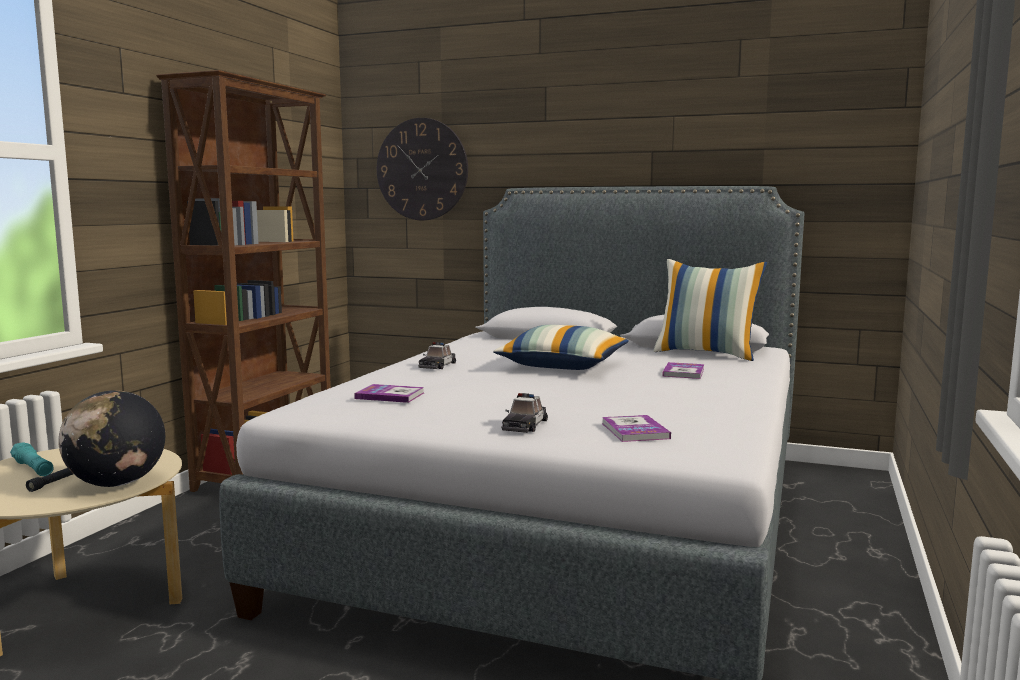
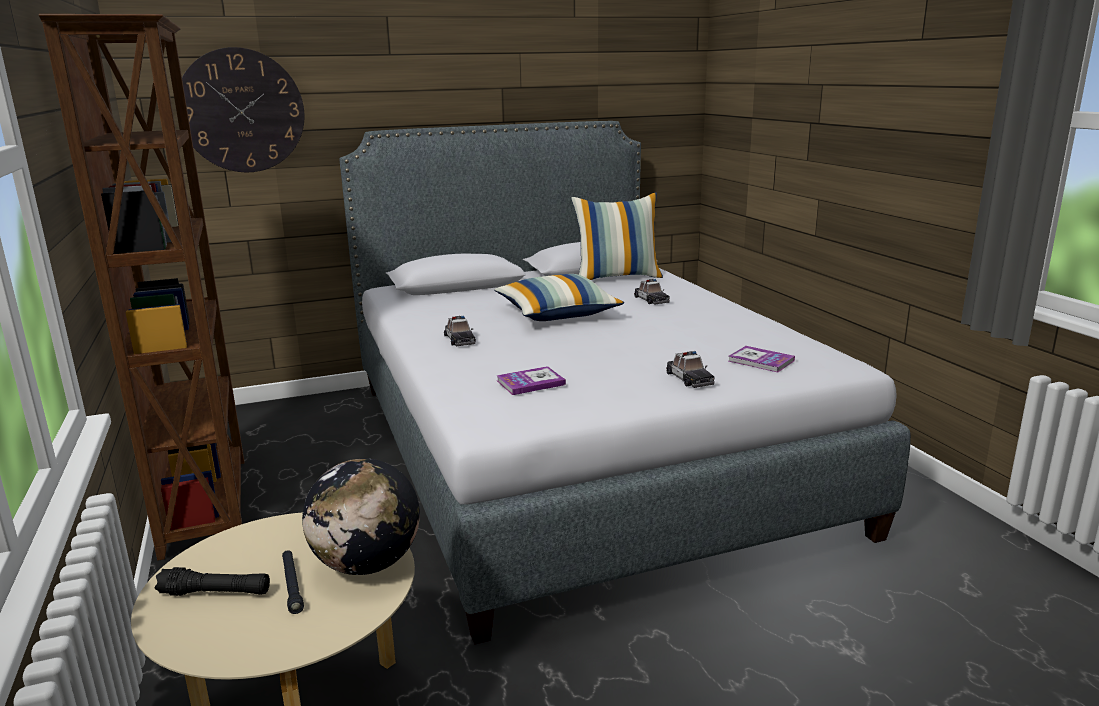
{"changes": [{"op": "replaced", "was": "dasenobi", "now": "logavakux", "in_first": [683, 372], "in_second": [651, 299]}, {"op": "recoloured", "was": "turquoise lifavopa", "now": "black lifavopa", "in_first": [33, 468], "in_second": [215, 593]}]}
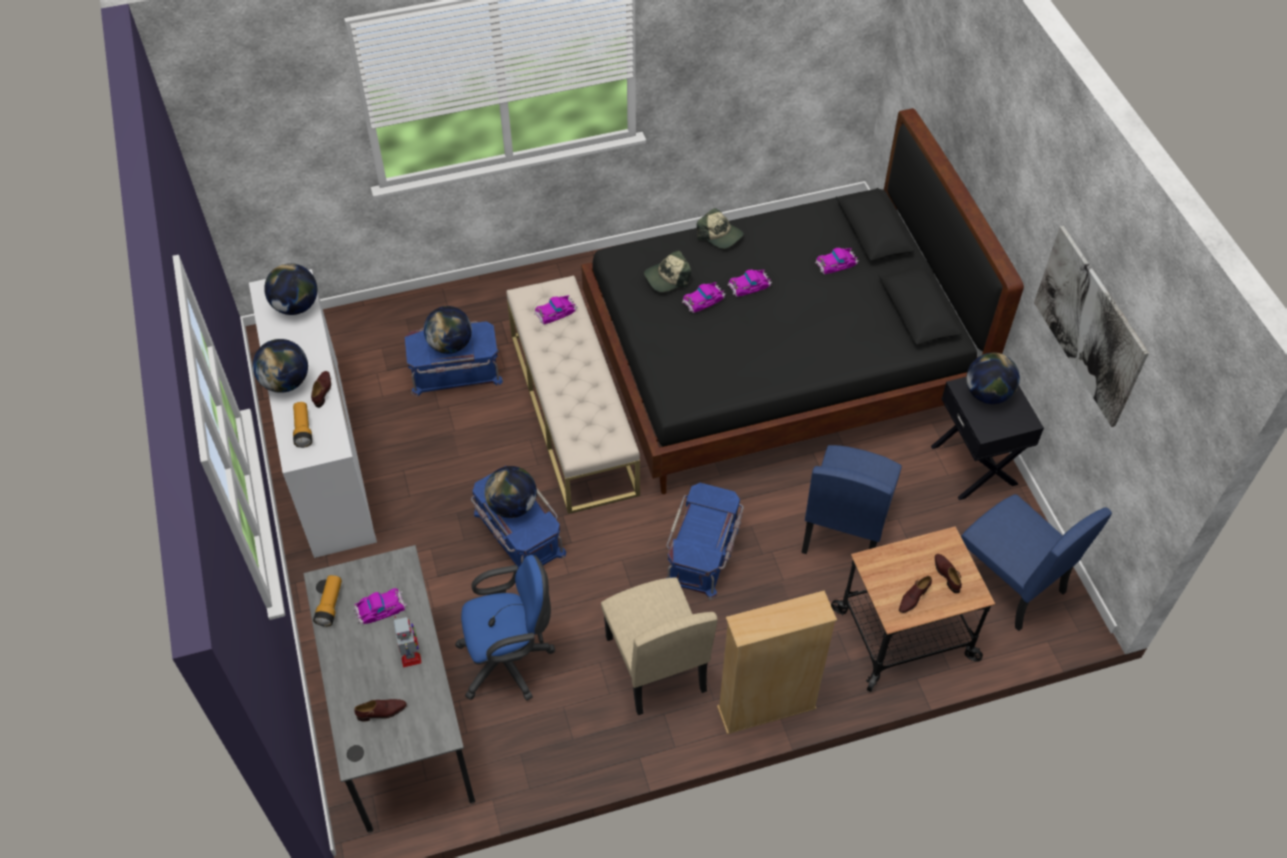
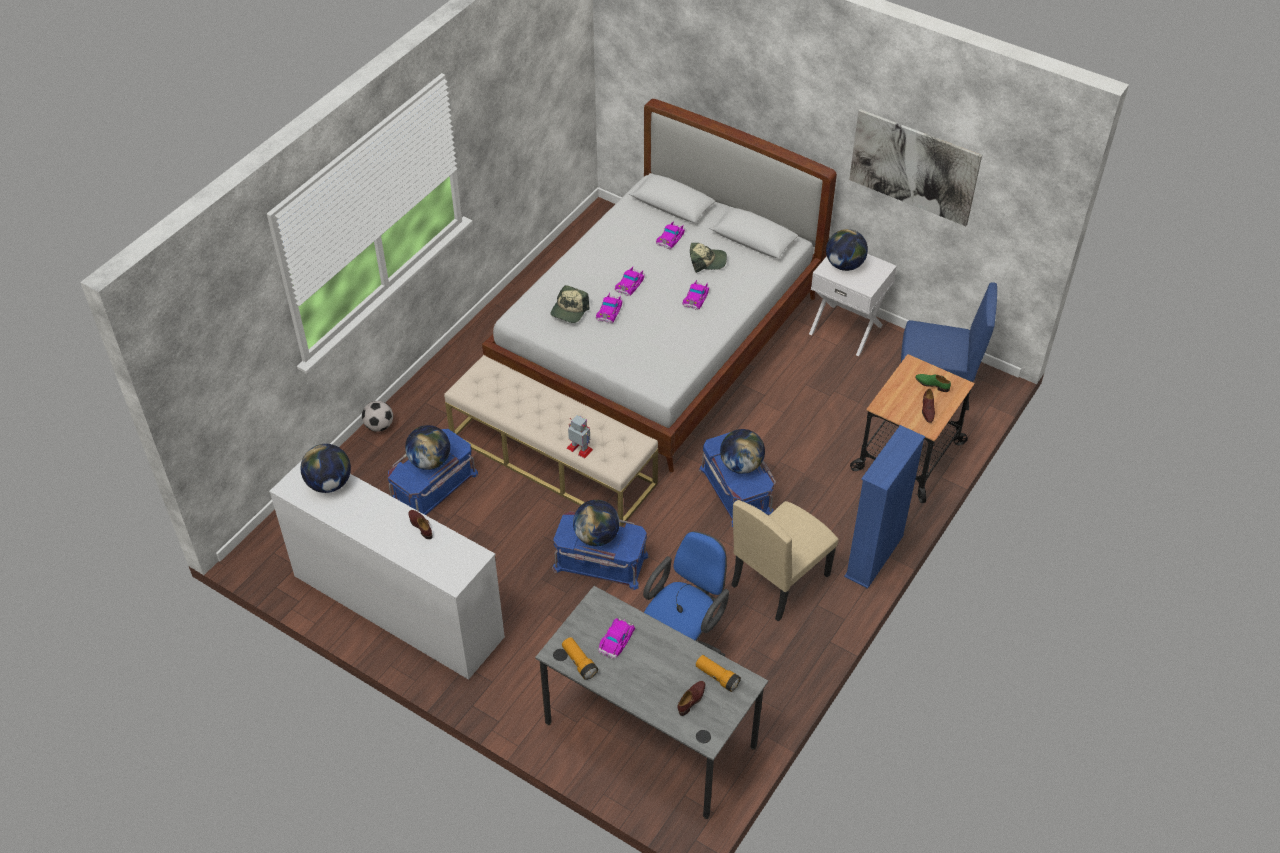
{"changes": [{"op": "recoloured", "was": "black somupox", "now": "white somupox", "in_first": [777, 364], "in_second": [660, 342]}, {"op": "moved", "was": "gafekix", "in_first": [720, 235], "in_second": [707, 261]}, {"op": "moved", "was": "logavakux", "in_first": [555, 311], "in_second": [696, 297]}, {"op": "moved", "was": "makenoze", "in_first": [286, 382], "in_second": [741, 465]}, {"op": "recoloured", "was": "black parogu", "now": "white parogu", "in_first": [975, 464], "in_second": [846, 328]}, {"op": "moved", "was": "lifavopa", "in_first": [303, 429], "in_second": [717, 677]}, {"op": "removed", "was": "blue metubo", "in_first": [844, 527]}, {"op": "recoloured", "was": "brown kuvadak", "now": "green kuvadak", "in_first": [947, 574], "in_second": [932, 384]}, {"op": "turned", "was": "beige metubo", "in_first": [655, 664], "in_second": [779, 579], "clockwise": 105}, {"op": "recoloured", "was": "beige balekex", "now": "blue balekex", "in_first": [766, 708], "in_second": [874, 556]}, {"op": "moved", "was": "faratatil", "in_first": [410, 652], "in_second": [580, 449]}, {"op": "added", "now": "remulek", "in_second": [379, 426]}]}
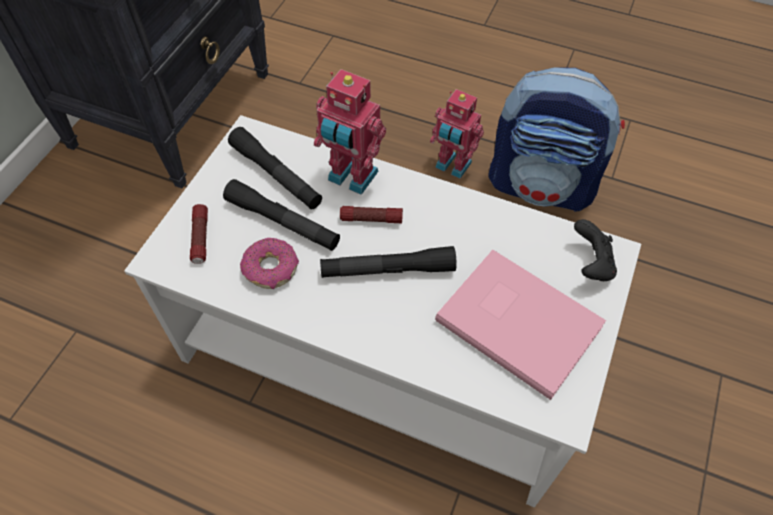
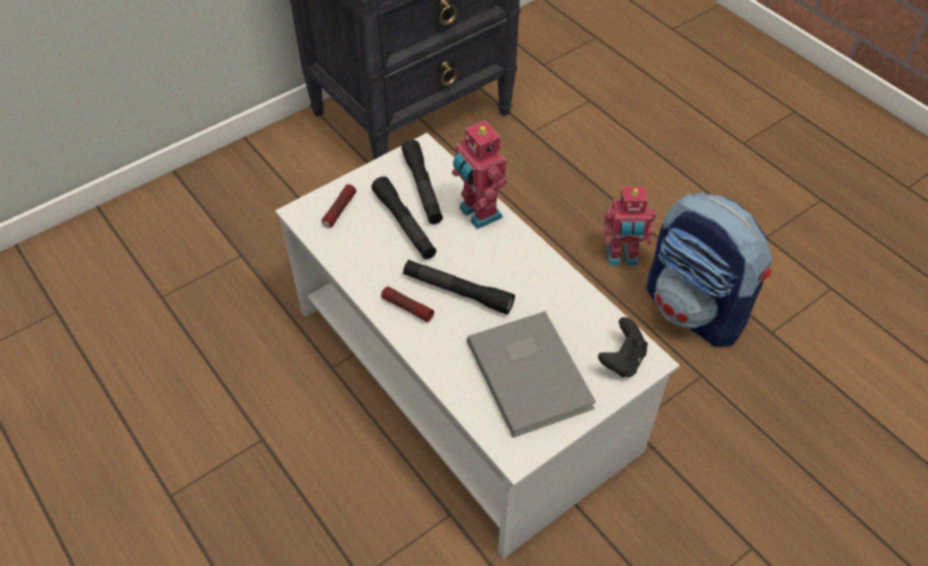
{"changes": [{"op": "turned", "was": "faratatil", "in_first": [452, 166], "in_second": [622, 258], "clockwise": -60}, {"op": "moved", "was": "lifavopa", "in_first": [371, 219], "in_second": [407, 308]}, {"op": "removed", "was": "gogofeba", "in_first": [271, 269]}, {"op": "recoloured", "was": "pink dasenobi", "now": "grey dasenobi", "in_first": [518, 320], "in_second": [531, 372]}]}
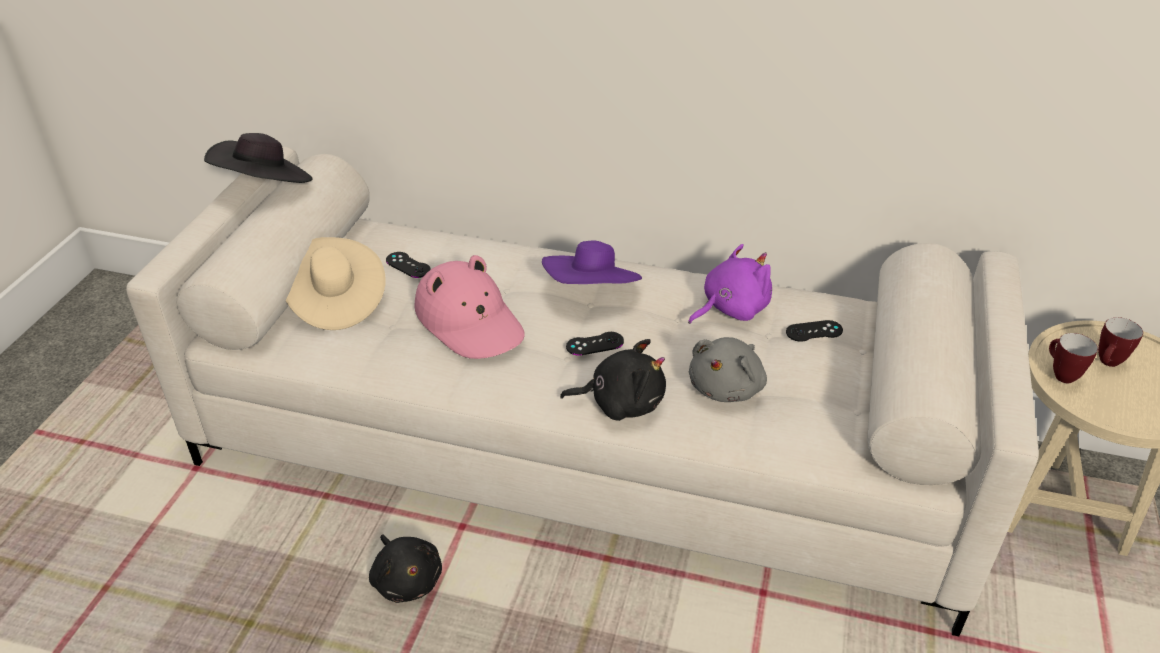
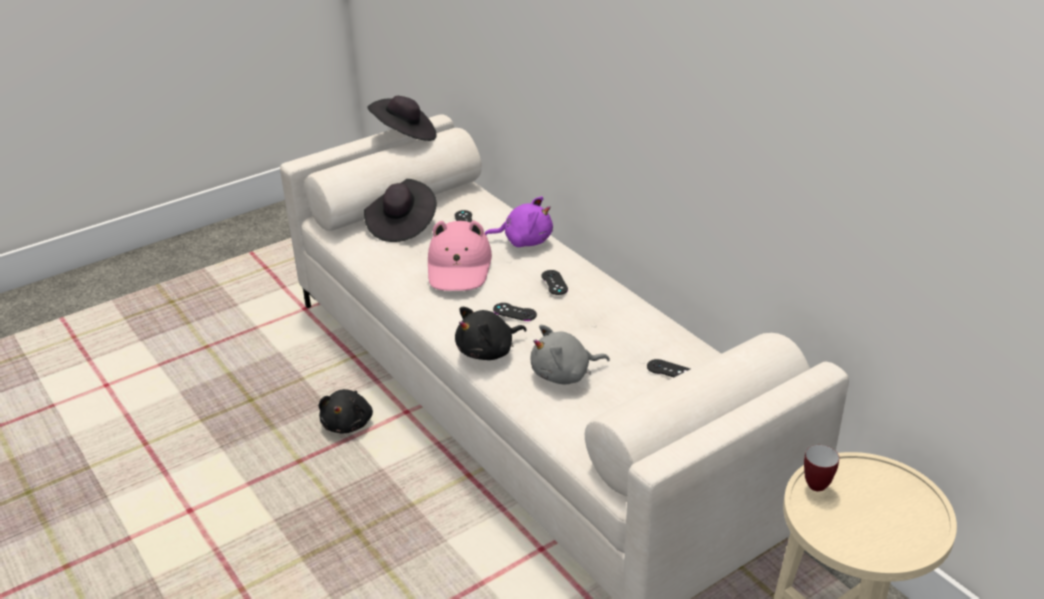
{"changes": [{"op": "recoloured", "was": "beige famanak", "now": "black famanak", "in_first": [336, 301], "in_second": [401, 225]}, {"op": "replaced", "was": "purple famanak", "now": "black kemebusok", "in_first": [592, 292], "in_second": [554, 282]}, {"op": "moved", "was": "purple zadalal", "in_first": [731, 308], "in_second": [524, 240]}, {"op": "removed", "was": "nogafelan", "in_first": [1107, 364]}, {"op": "turned", "was": "black zadalal", "in_first": [621, 402], "in_second": [488, 351], "clockwise": 105}]}
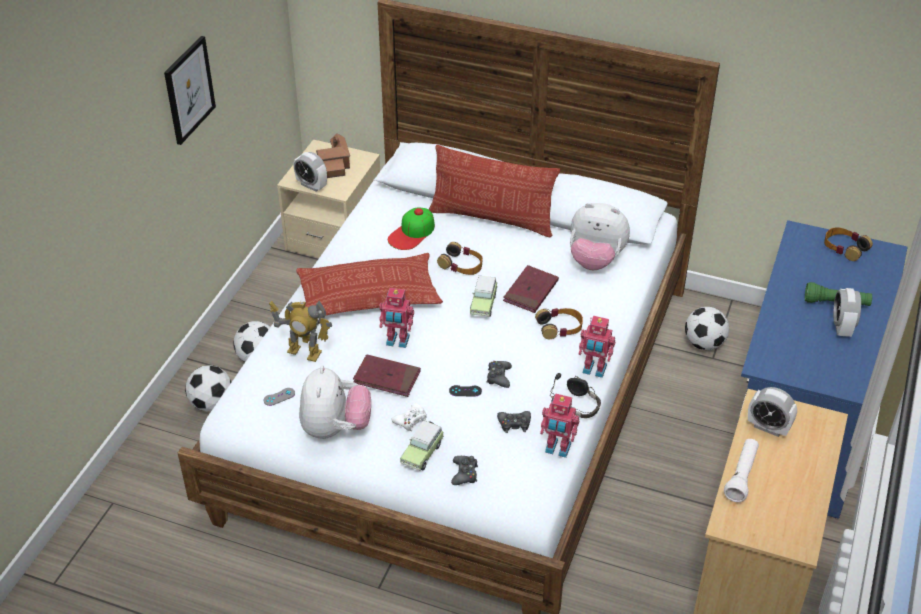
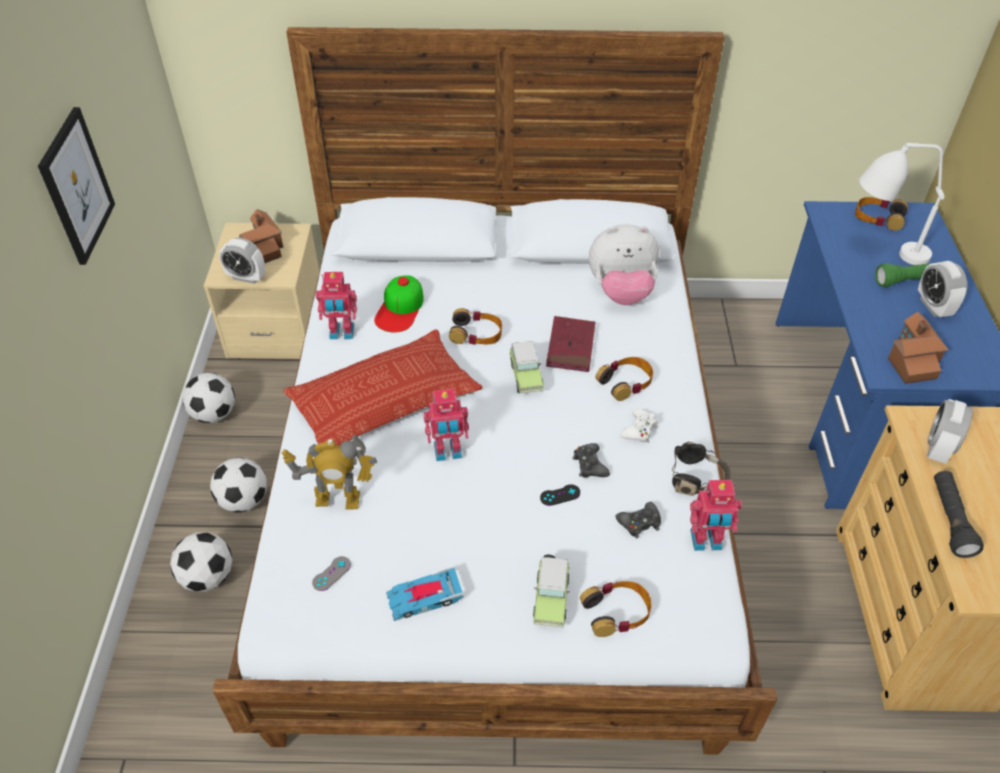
{"changes": [{"op": "removed", "was": "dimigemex", "in_first": [492, 218]}, {"op": "moved", "was": "remulek", "in_first": [704, 344], "in_second": [214, 414]}, {"op": "moved", "was": "faratatil", "in_first": [594, 370], "in_second": [341, 333]}, {"op": "removed", "was": "red dasenobi", "in_first": [387, 378]}, {"op": "replaced", "was": "zadalal", "now": "logavakux", "in_first": [335, 428], "in_second": [424, 597]}, {"op": "turned", "was": "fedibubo", "in_first": [768, 427], "in_second": [937, 448], "clockwise": 105}, {"op": "moved", "was": "white kemebusok", "in_first": [411, 420], "in_second": [639, 430]}, {"op": "recoloured", "was": "white lifavopa", "now": "black lifavopa", "in_first": [741, 476], "in_second": [949, 520]}, {"op": "replaced", "was": "black kemebusok", "now": "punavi", "in_first": [464, 473], "in_second": [616, 612]}, {"op": "added", "now": "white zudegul", "in_second": [880, 252]}, {"op": "added", "now": "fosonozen", "in_second": [911, 359]}]}
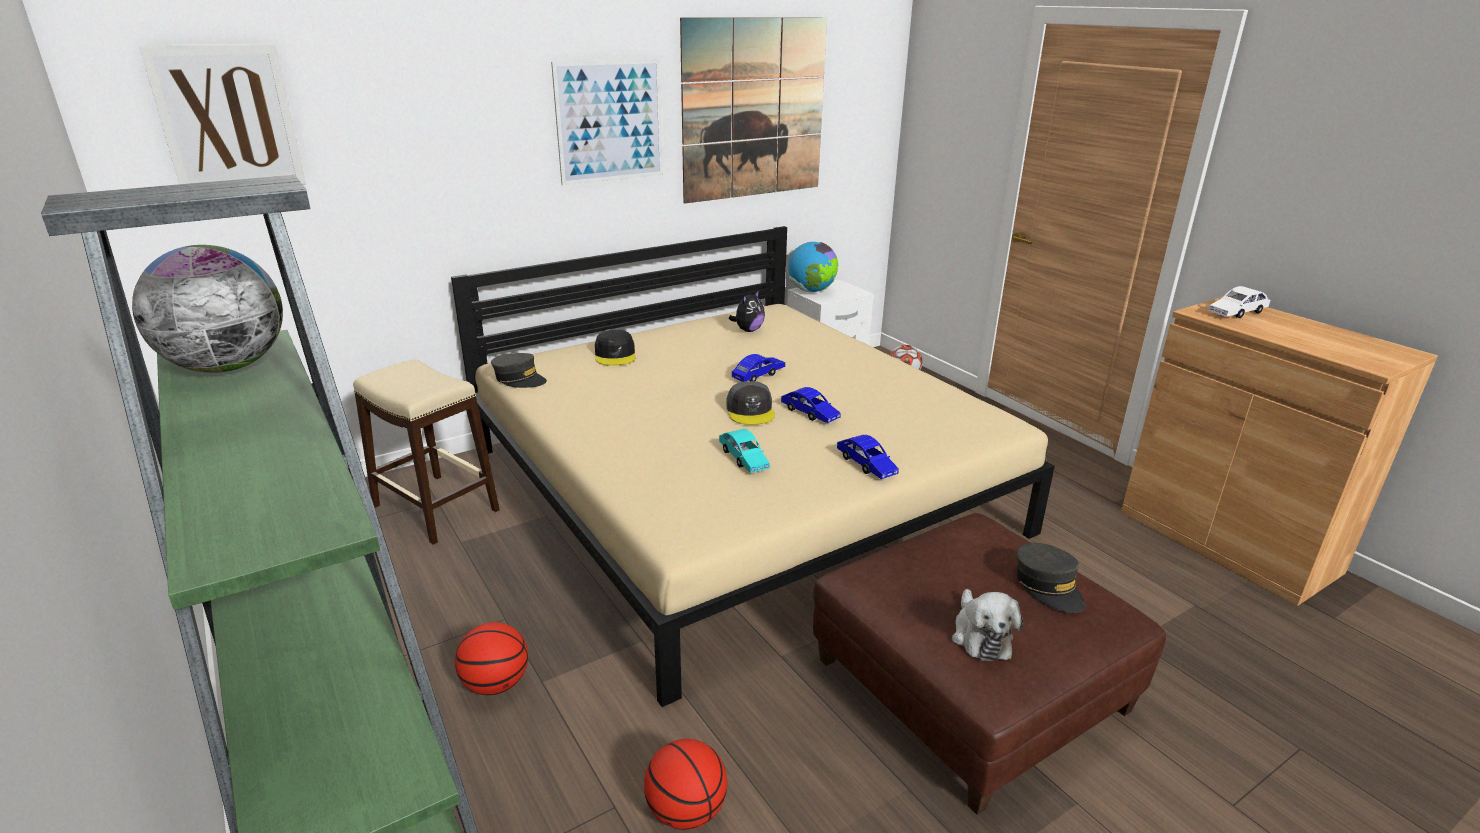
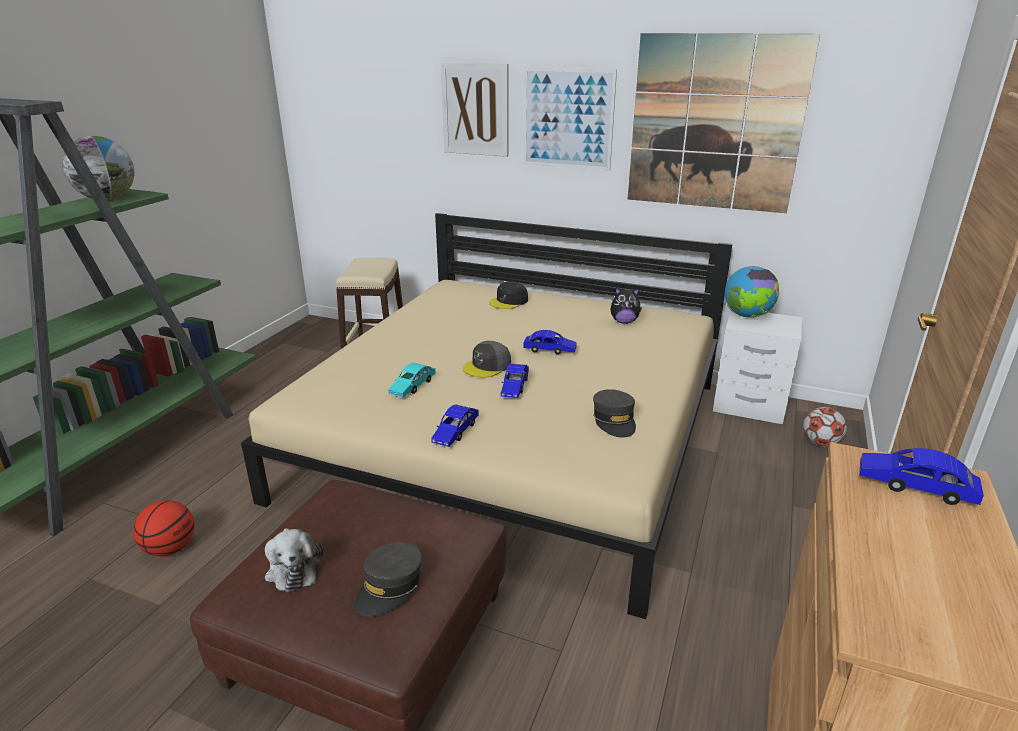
{"changes": [{"op": "moved", "was": "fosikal", "in_first": [228, 119], "in_second": [475, 109]}, {"op": "recoloured", "was": "white logavakux", "now": "blue logavakux", "in_first": [1237, 313], "in_second": [915, 487]}, {"op": "moved", "was": "grey gafekix", "in_first": [519, 379], "in_second": [614, 421]}, {"op": "turned", "was": "zadalal", "in_first": [980, 636], "in_second": [293, 568], "clockwise": -75}, {"op": "removed", "was": "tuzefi", "in_first": [496, 684]}]}
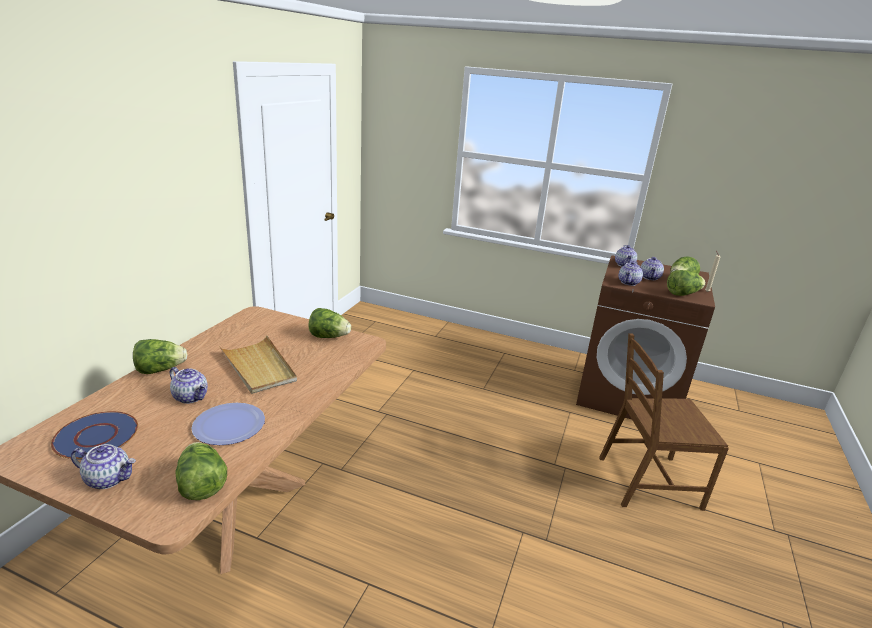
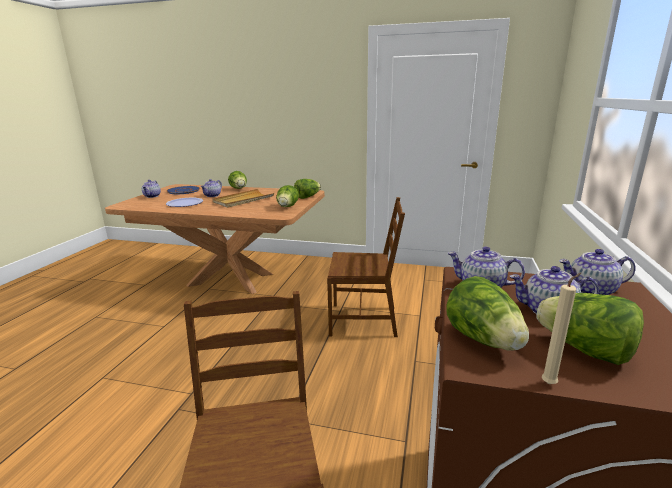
{"changes": [{"op": "moved", "was": "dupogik", "in_first": [201, 485], "in_second": [307, 197]}, {"op": "added", "now": "brown metubo", "in_second": [364, 320]}]}
